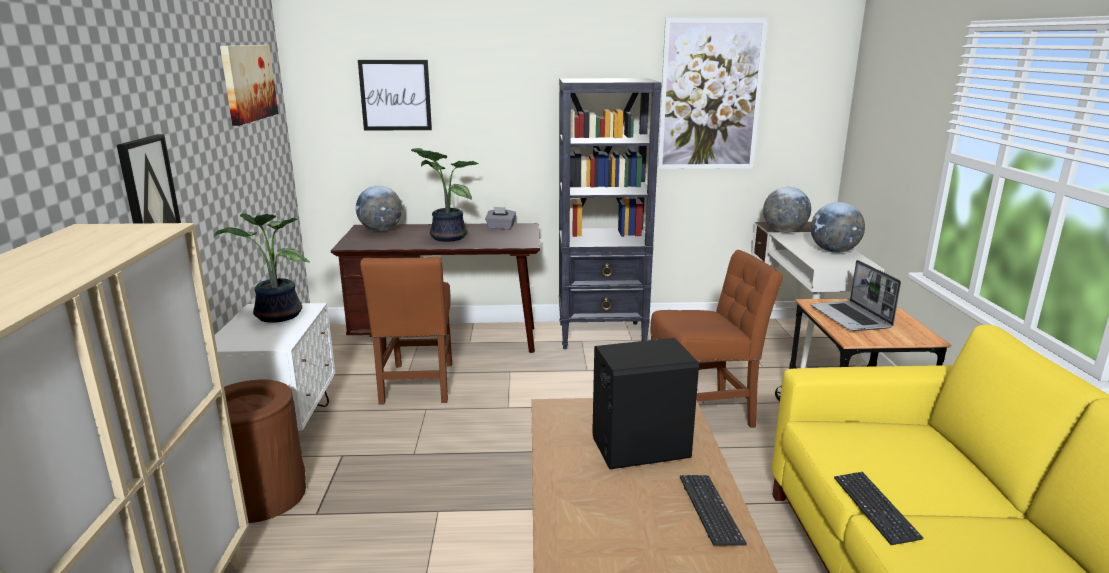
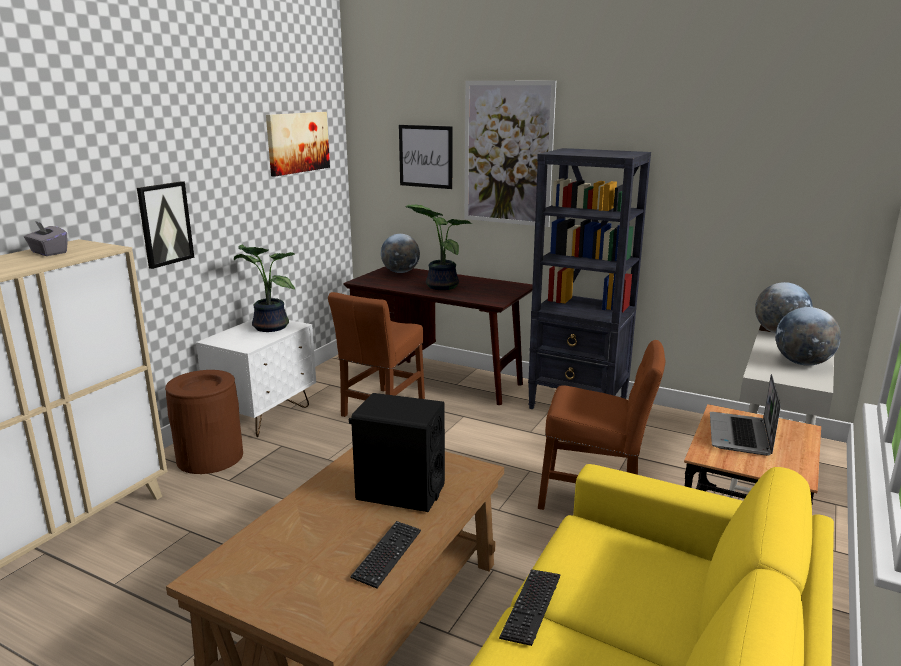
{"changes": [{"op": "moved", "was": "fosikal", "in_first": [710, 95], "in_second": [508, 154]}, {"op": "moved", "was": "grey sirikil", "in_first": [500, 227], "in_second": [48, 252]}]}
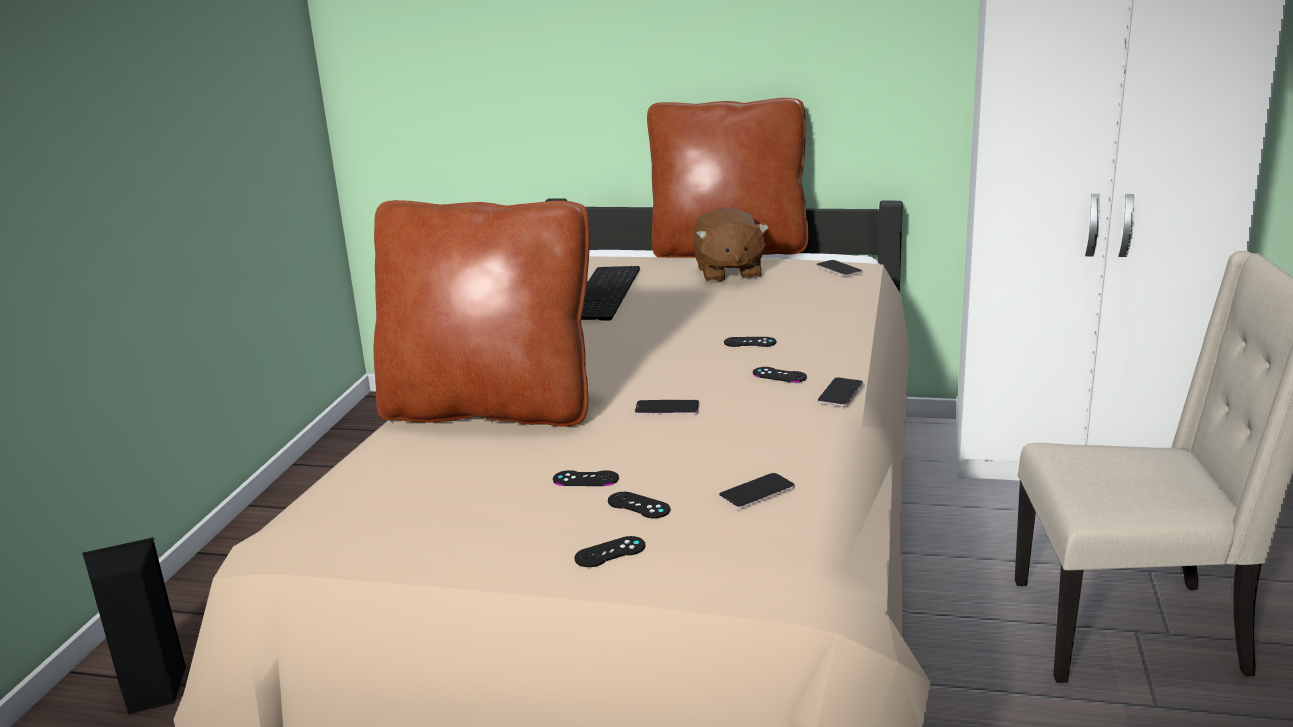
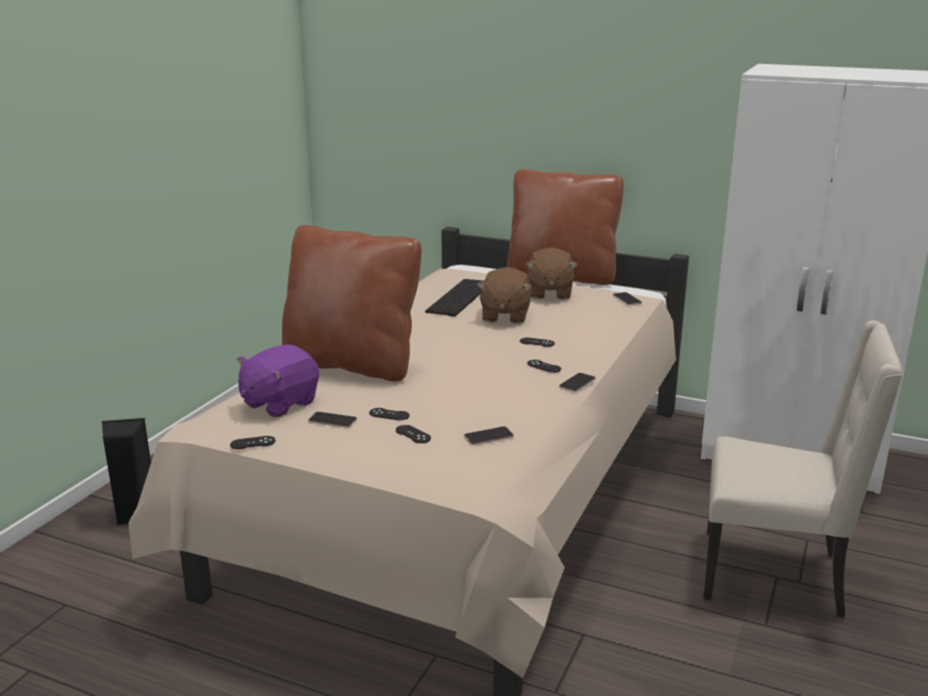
{"changes": [{"op": "moved", "was": "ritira", "in_first": [667, 409], "in_second": [332, 420]}, {"op": "moved", "was": "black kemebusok", "in_first": [610, 552], "in_second": [252, 443]}, {"op": "added", "now": "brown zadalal", "in_second": [504, 316]}, {"op": "added", "now": "purple zadalal", "in_second": [279, 403]}]}
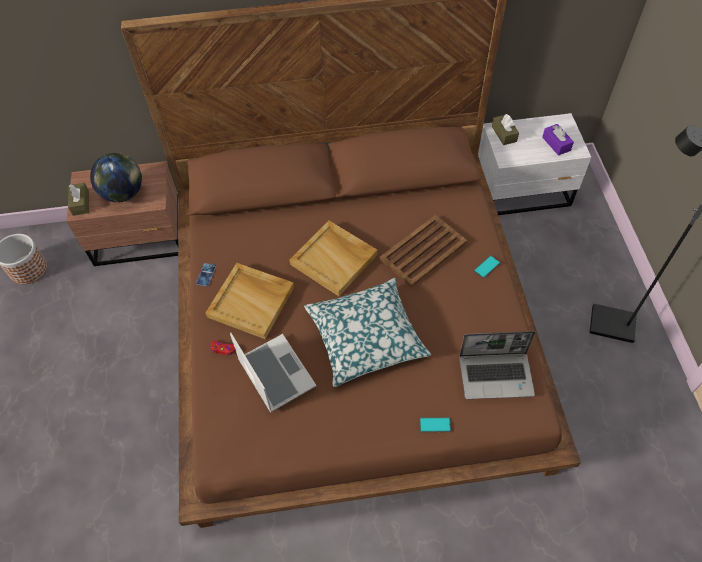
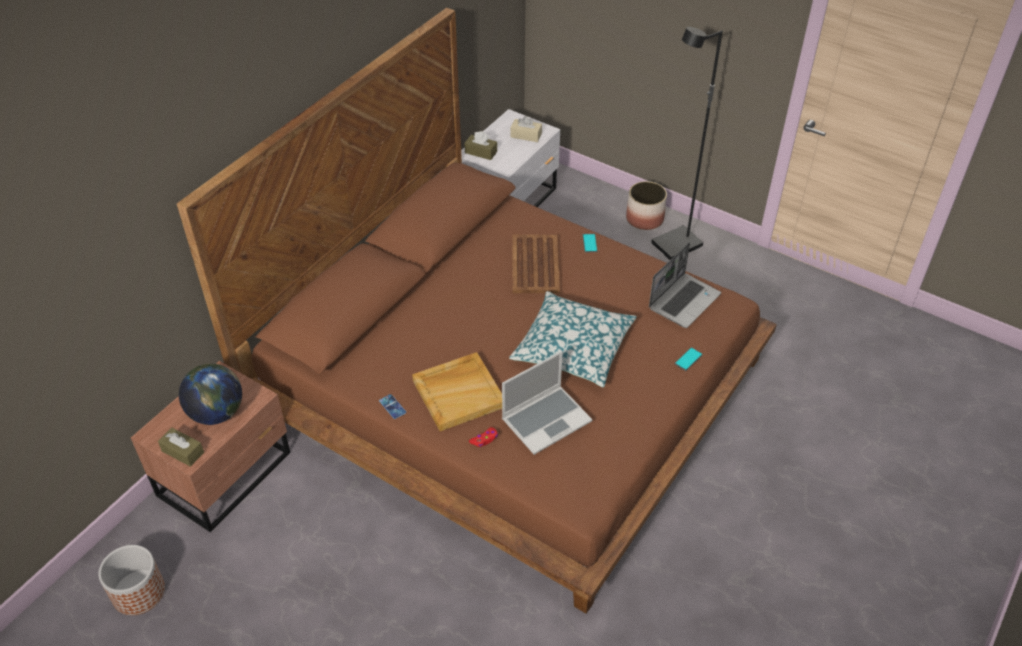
{"changes": [{"op": "recoloured", "was": "purple sirikil", "now": "beige sirikil", "in_first": [556, 144], "in_second": [526, 135]}, {"op": "removed", "was": "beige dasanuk", "in_first": [334, 259]}, {"op": "turned", "was": "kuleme", "in_first": [275, 373], "in_second": [546, 419], "clockwise": 135}, {"op": "added", "now": "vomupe", "in_second": [645, 218]}]}
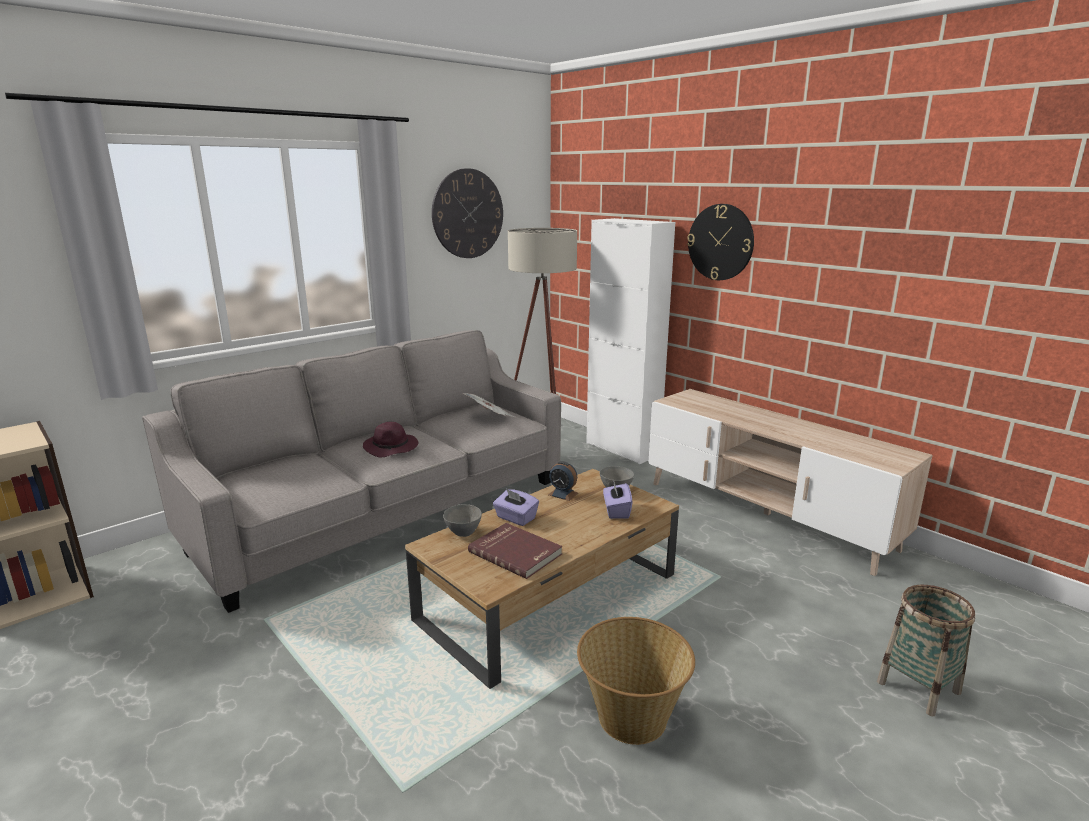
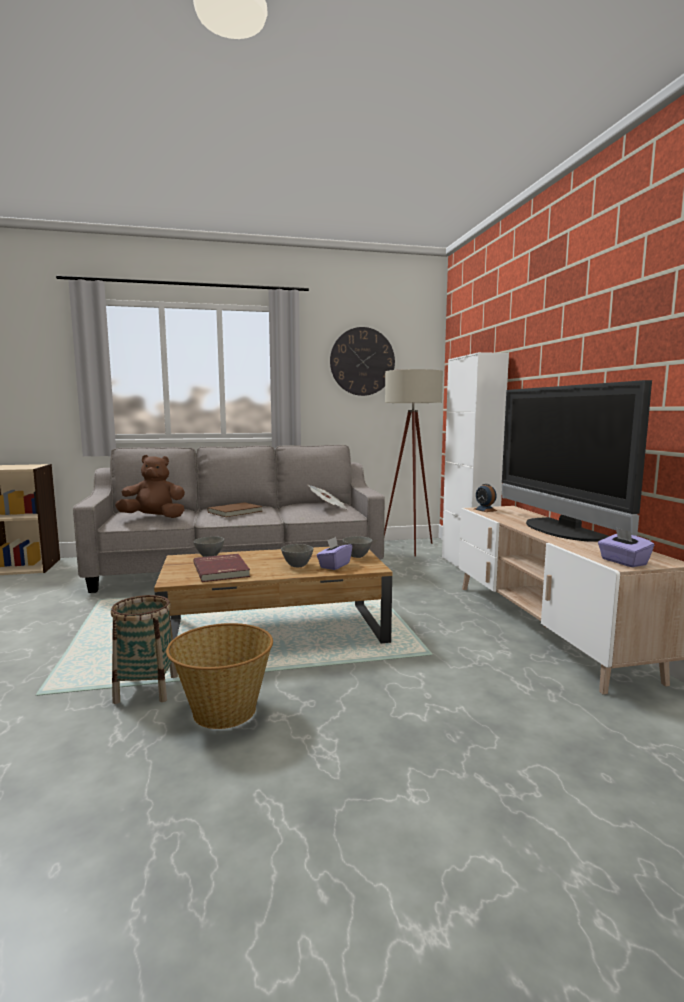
{"changes": [{"op": "removed", "was": "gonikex", "in_first": [720, 242]}, {"op": "replaced", "was": "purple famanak", "now": "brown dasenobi", "in_first": [391, 448], "in_second": [235, 512]}, {"op": "moved", "was": "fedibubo", "in_first": [563, 494], "in_second": [485, 510]}, {"op": "moved", "was": "purple sirikil", "in_first": [515, 518], "in_second": [623, 562]}, {"op": "moved", "was": "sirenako", "in_first": [918, 687], "in_second": [146, 689]}, {"op": "added", "now": "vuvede", "in_second": [560, 530]}, {"op": "added", "now": "brown zadalal", "in_second": [154, 517]}, {"op": "added", "now": "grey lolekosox", "in_second": [297, 566]}]}
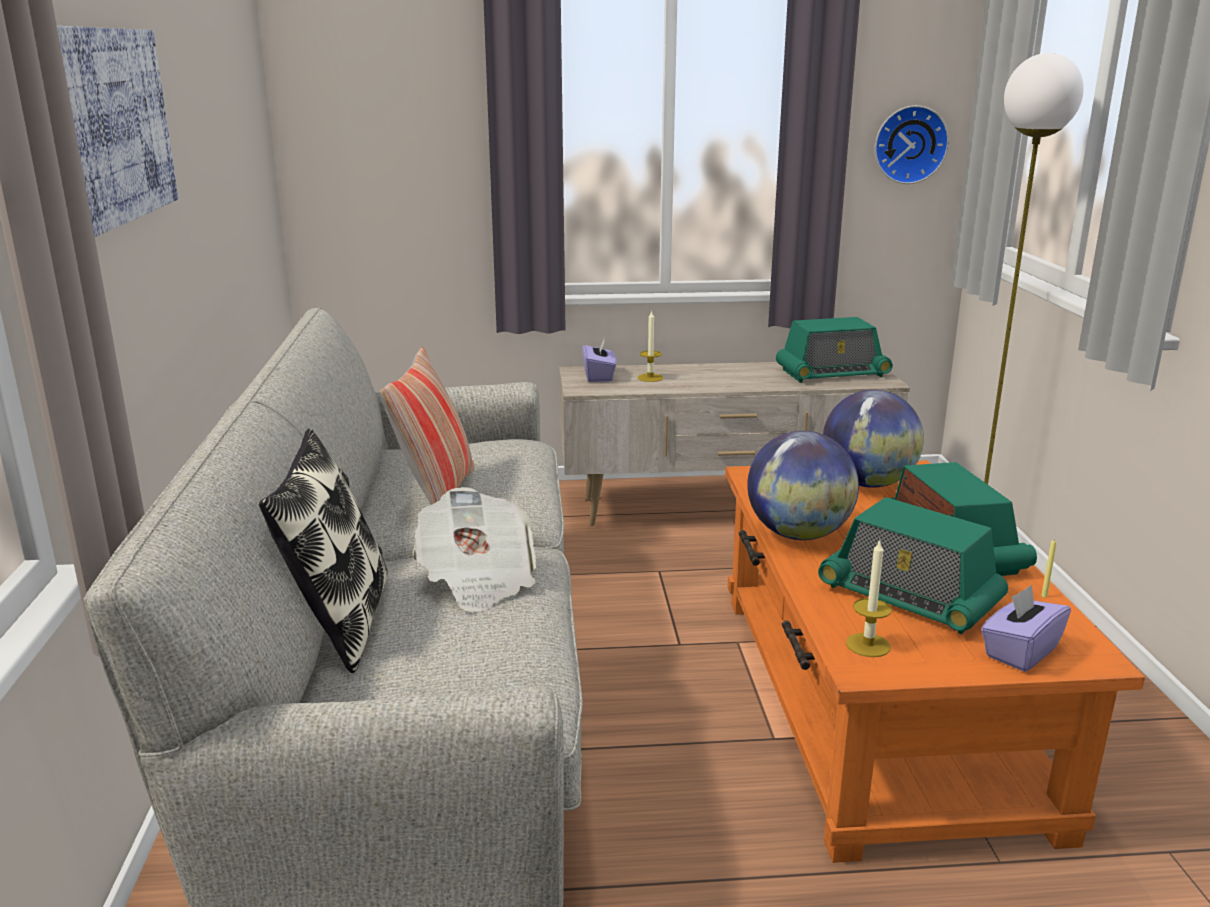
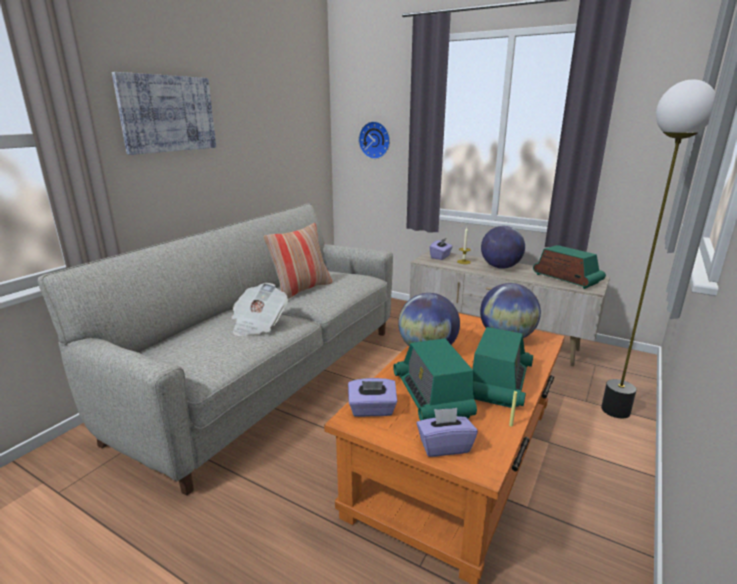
{"changes": [{"op": "moved", "was": "gonikex", "in_first": [909, 144], "in_second": [375, 140]}, {"op": "turned", "was": "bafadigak", "in_first": [832, 373], "in_second": [567, 278], "clockwise": -150}, {"op": "removed", "was": "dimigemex", "in_first": [339, 622]}, {"op": "replaced", "was": "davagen", "now": "purple sirikil", "in_first": [868, 645], "in_second": [372, 410]}, {"op": "added", "now": "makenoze", "in_second": [500, 267]}]}
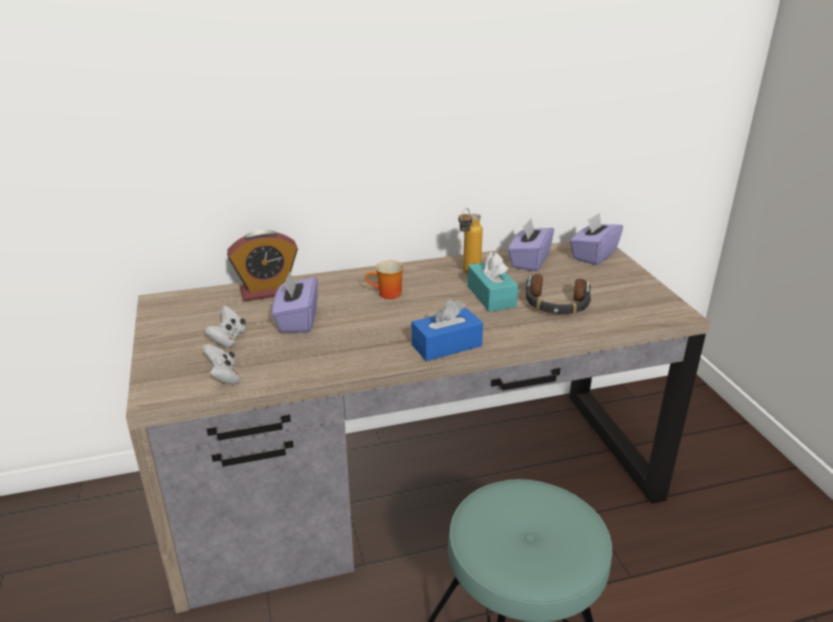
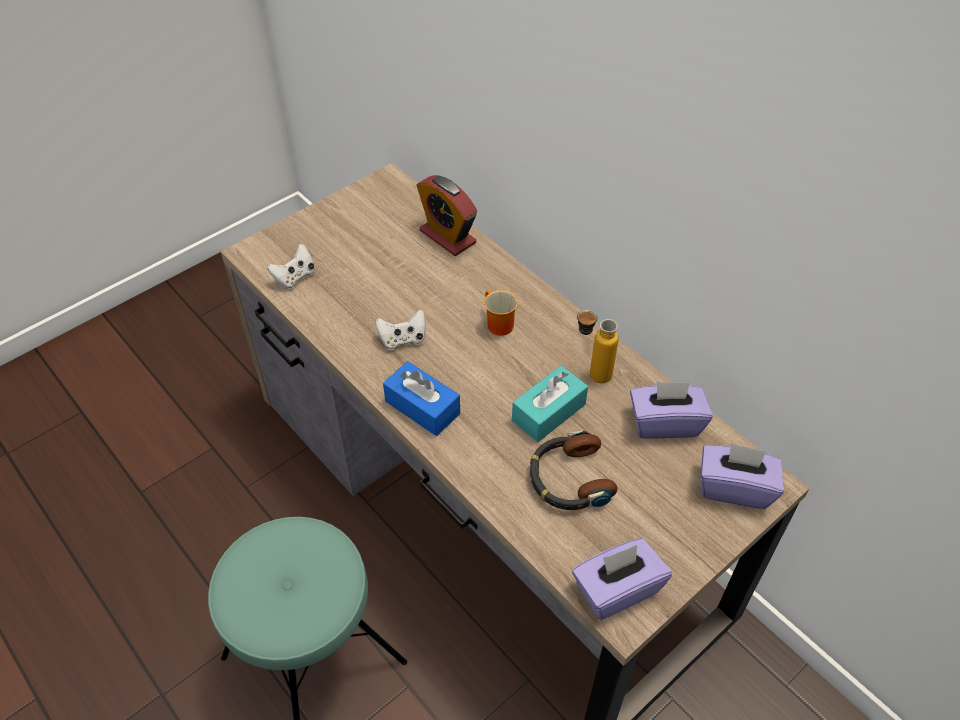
{"changes": [{"op": "moved", "was": "purple sirikil", "in_first": [297, 320], "in_second": [616, 589]}, {"op": "moved", "was": "white kemebusok", "in_first": [228, 339], "in_second": [403, 339]}]}
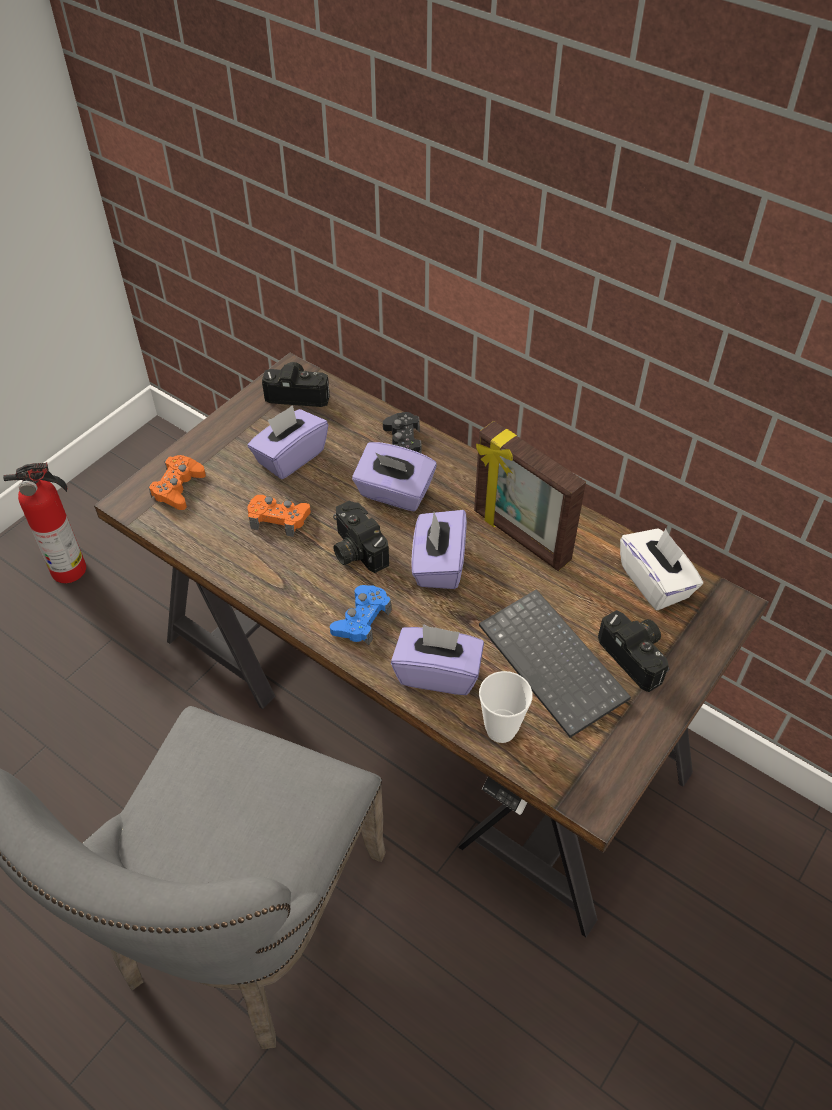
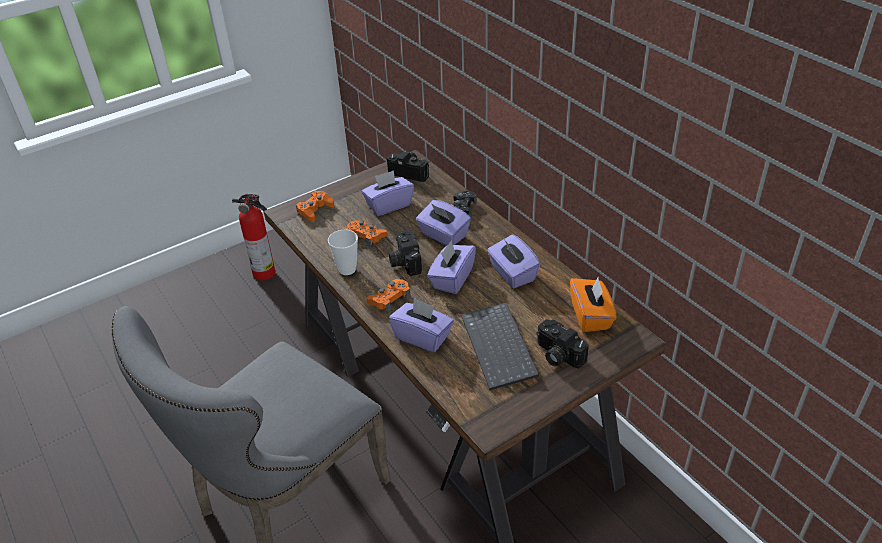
{"changes": [{"op": "replaced", "was": "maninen", "now": "purple sirikil", "in_first": [520, 537], "in_second": [512, 274]}, {"op": "recoloured", "was": "white sirikil", "now": "orange sirikil", "in_first": [655, 582], "in_second": [591, 316]}, {"op": "recoloured", "was": "blue kemebusok", "now": "orange kemebusok", "in_first": [361, 620], "in_second": [390, 299]}, {"op": "turned", "was": "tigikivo", "in_first": [637, 656], "in_second": [557, 355], "clockwise": 150}, {"op": "moved", "was": "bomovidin", "in_first": [501, 729], "in_second": [347, 269]}]}
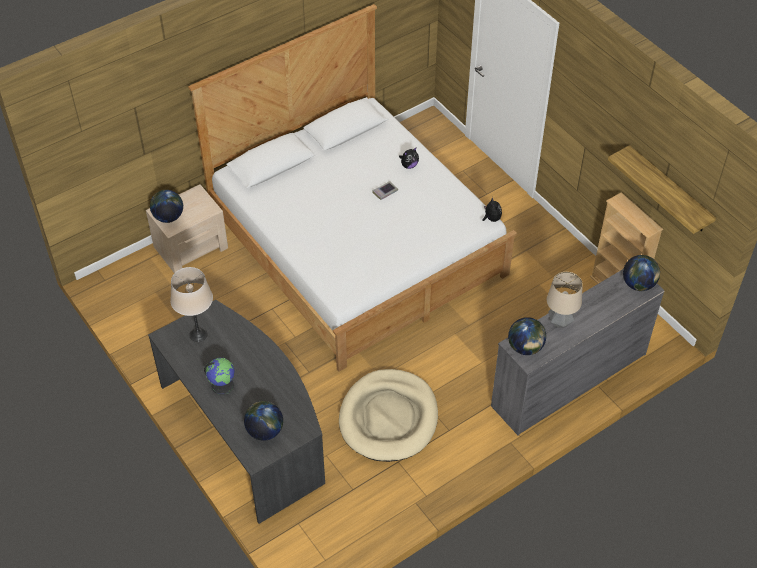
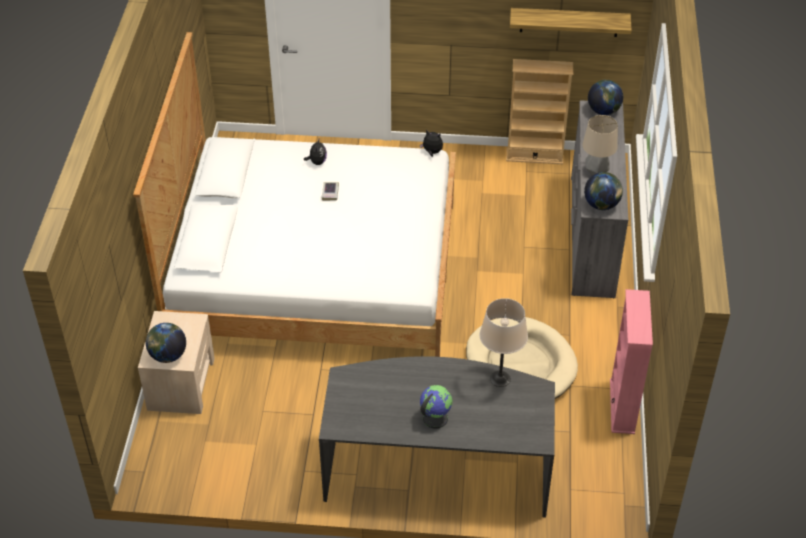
{"changes": [{"op": "moved", "was": "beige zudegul", "in_first": [198, 334], "in_second": [500, 379]}, {"op": "removed", "was": "makenoze", "in_first": [265, 431]}, {"op": "added", "now": "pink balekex", "in_second": [622, 406]}]}
